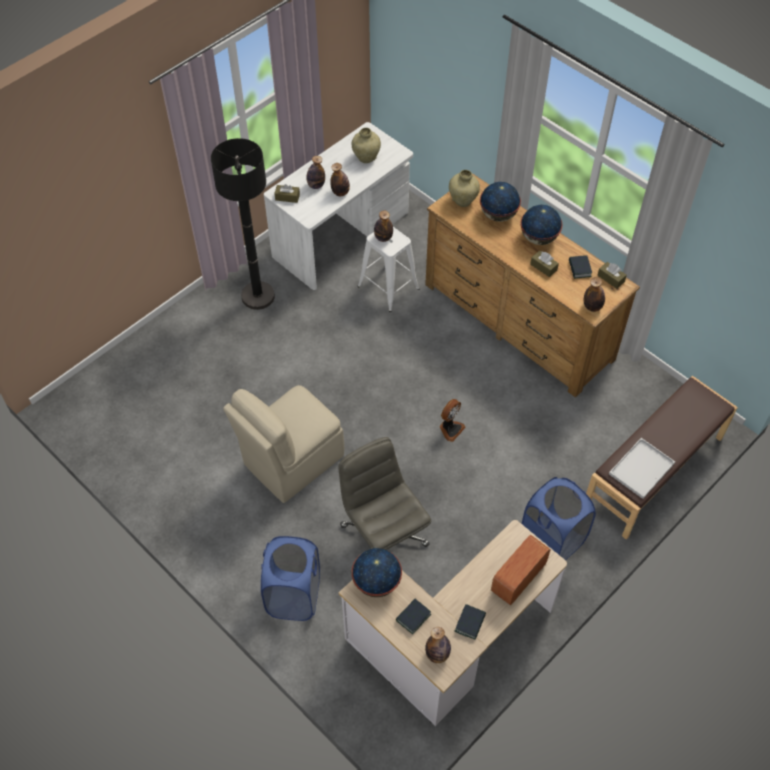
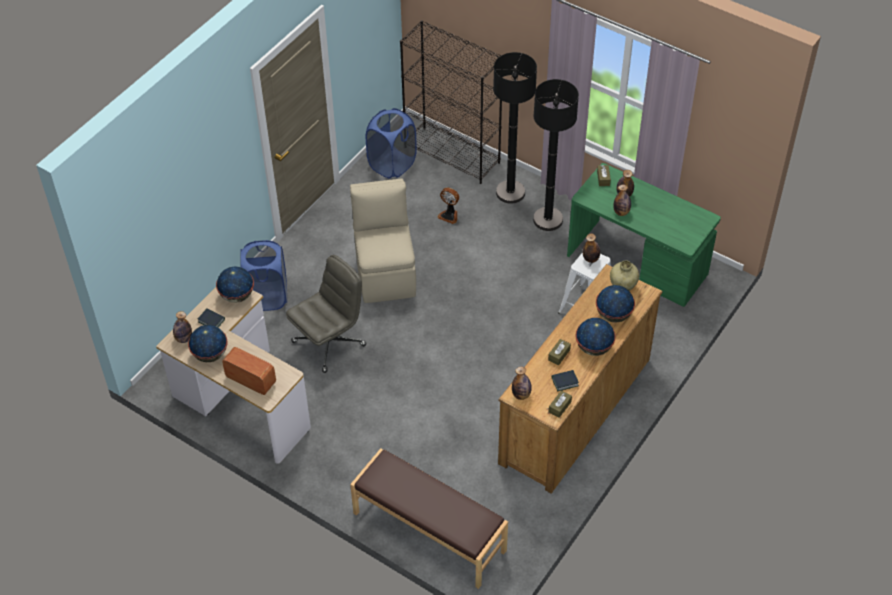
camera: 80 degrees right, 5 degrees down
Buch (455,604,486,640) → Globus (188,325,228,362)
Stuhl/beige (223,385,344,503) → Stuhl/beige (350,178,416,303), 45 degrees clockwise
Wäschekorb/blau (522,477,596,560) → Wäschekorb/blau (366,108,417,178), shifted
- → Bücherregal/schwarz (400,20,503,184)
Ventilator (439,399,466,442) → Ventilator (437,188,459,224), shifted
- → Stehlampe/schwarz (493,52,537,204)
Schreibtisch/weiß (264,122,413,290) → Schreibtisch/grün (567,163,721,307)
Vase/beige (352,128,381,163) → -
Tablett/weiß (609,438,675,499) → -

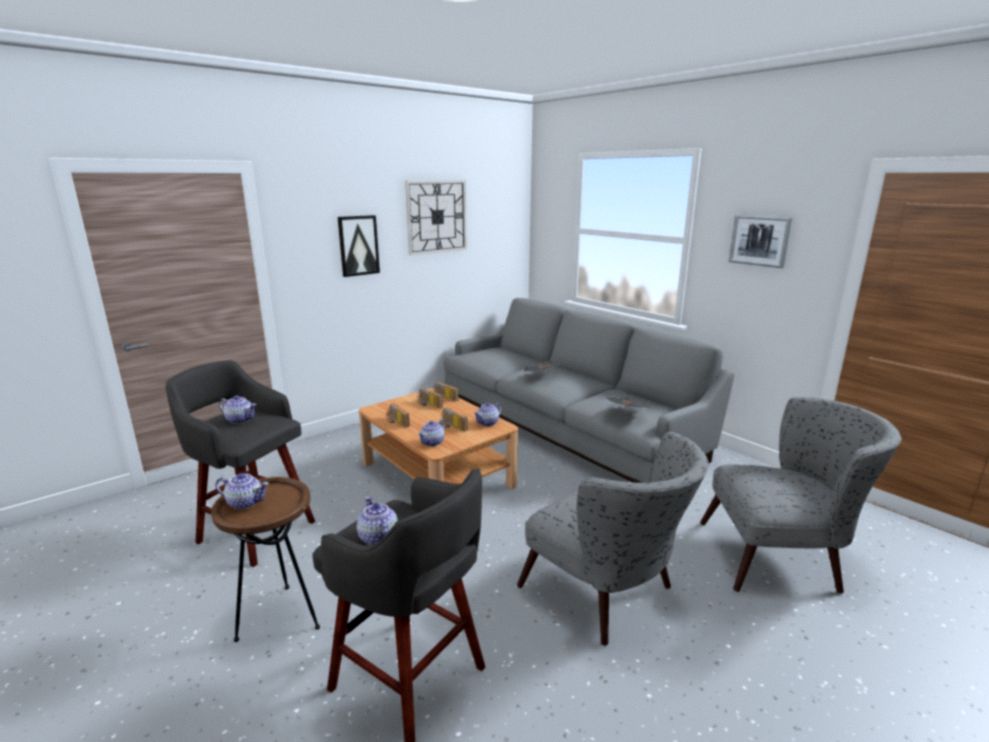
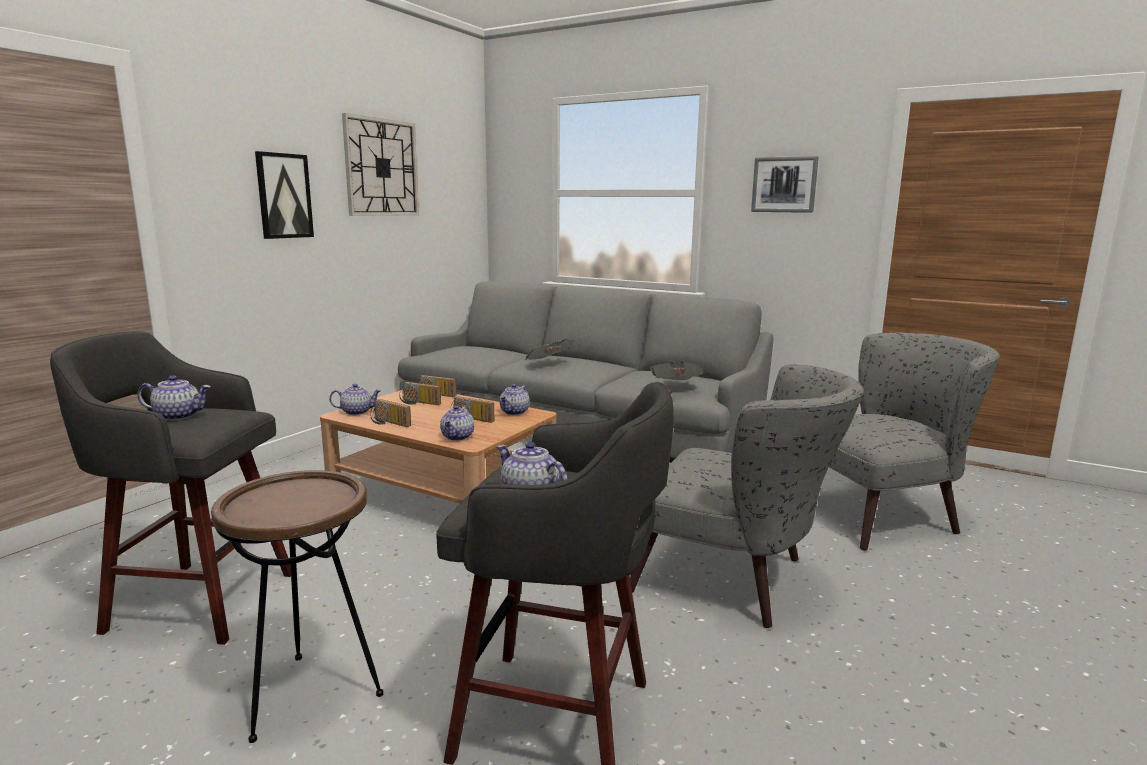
camera: 20 degrees left, 5 degrees down
Teekanne (215,473,269,510) → Teekanne (329,384,381,415), shifted

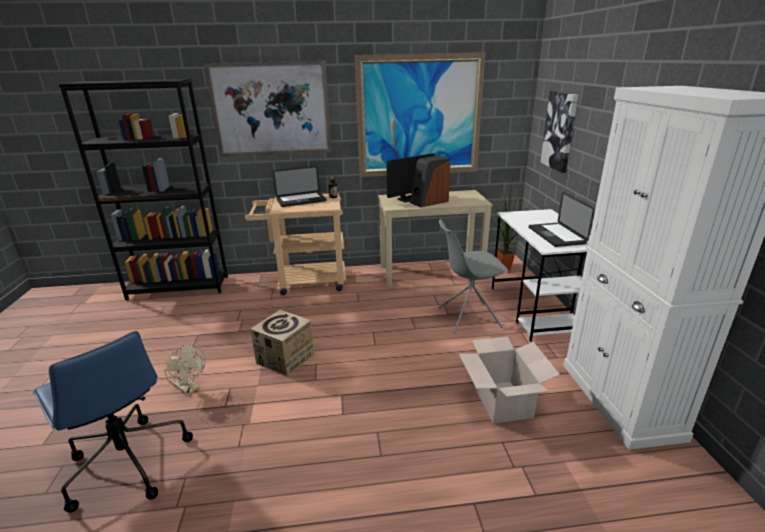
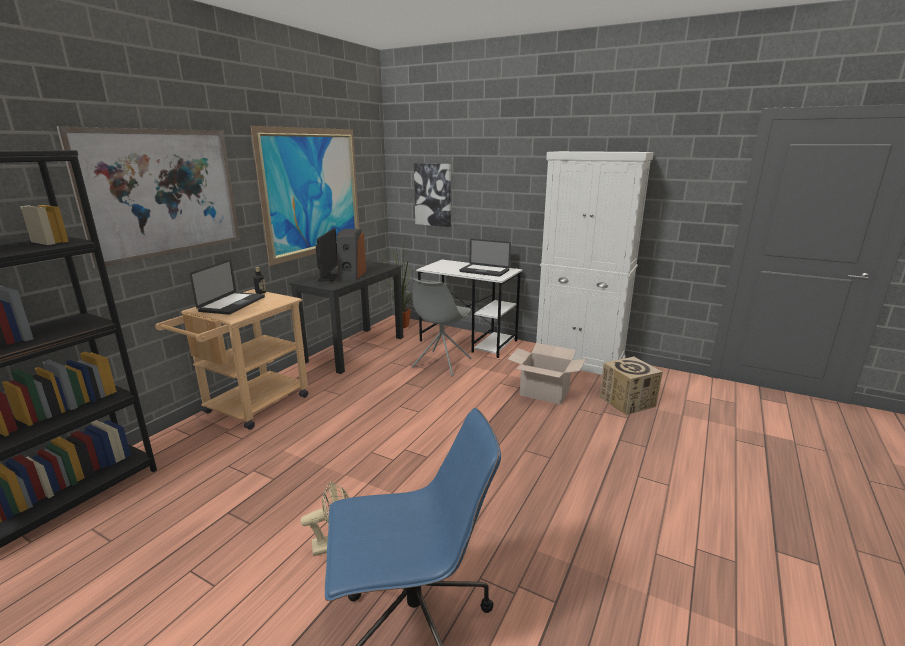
camera: 55 degrees left, 5 degrees down
Schreibtisch/beige (378,190,493,286) → Schreibtisch/schwarz (289,261,403,374)
Karton (250,310,315,376) → Karton (600,357,663,415), shifted

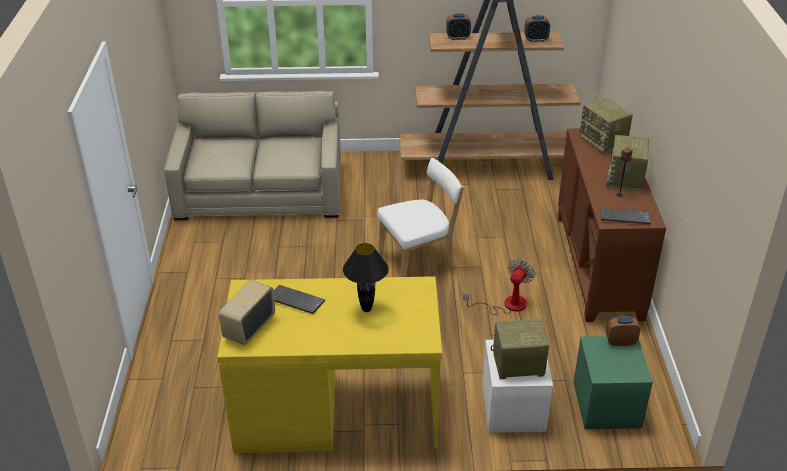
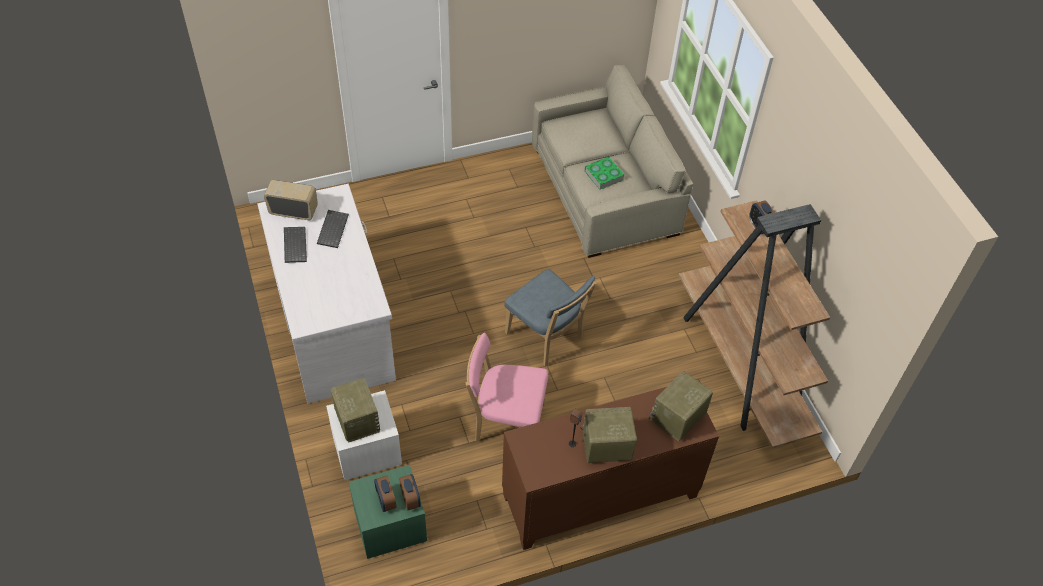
camera: 70 degrees right, 15 degrees up
Schreibtisch/gelb (217,276,442,453) → Schreibtisch/weiß (258,184,396,404)
Tastatur (600,208,651,224) → Tastatur (284,227,307,263), shifted
Wecker (524,15,550,42) → Wecker (374,476,397,512), shifted
Ventilator (463,259,535,315) → Stuhl/rosa (465,333,548,442)
Stuhl/weiß (377,158,464,277) → Stuhl/blau (504,269,597,366)
- → Buch (584,157,625,190)
Tischlampe/schwarz (343,243,389,312) → -

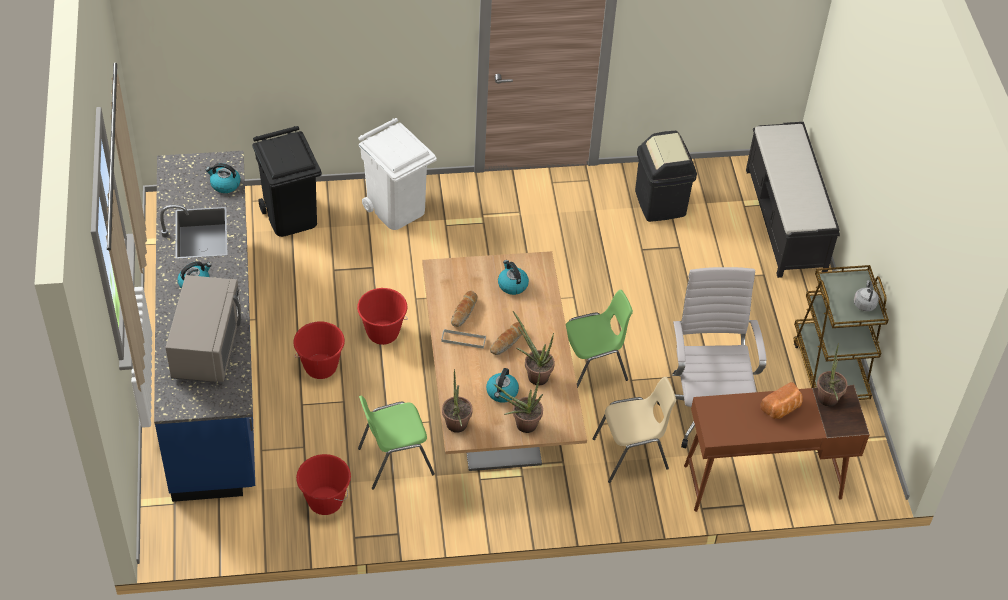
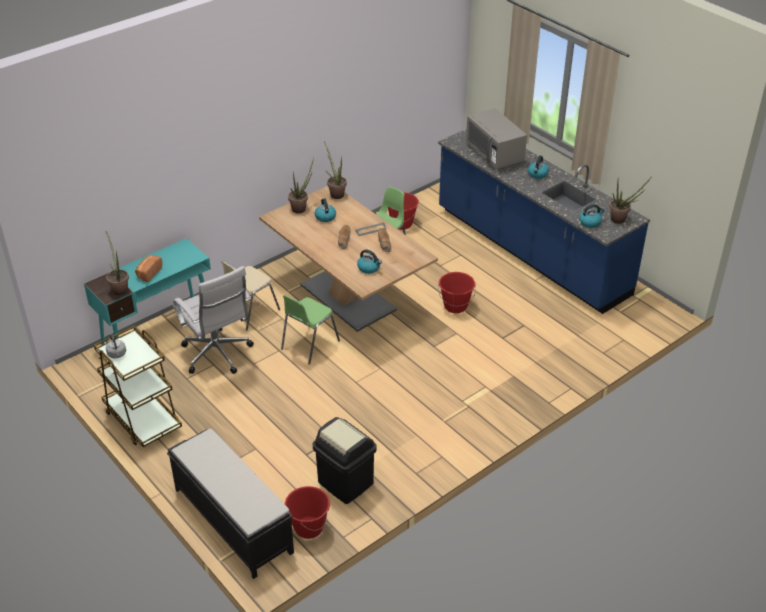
camera: 150 degrees right, 10 degrees down
Schreibtisch/braun (684,385,870,512) → Schreibtisch/türkis (84,238,211,345)
Eimer/rot (294,321,345,379) → Eimer/rot (285,486,330,539), shifted
Topfpflanze (513,311,555,385) → Topfpflanze (610,176,652,224), shifted
Mülleimer/schwarz (252,126,322,237) → -
Mülleimer/weiß (358,118,437,230) → -

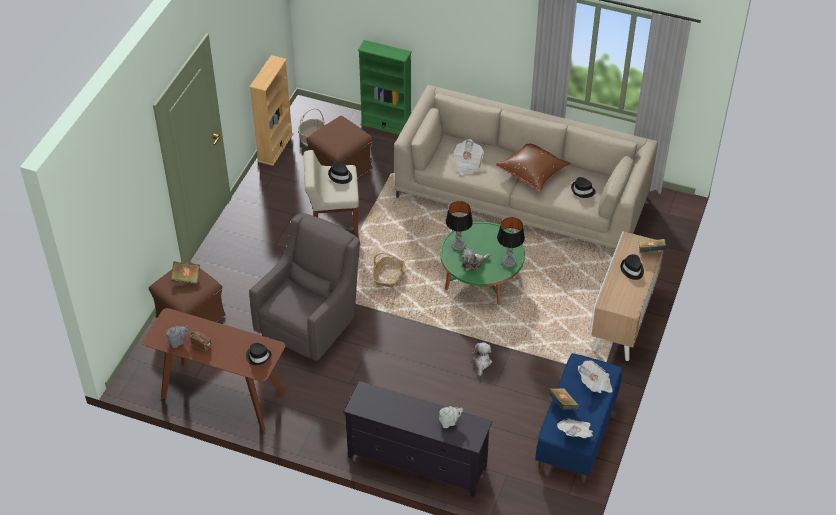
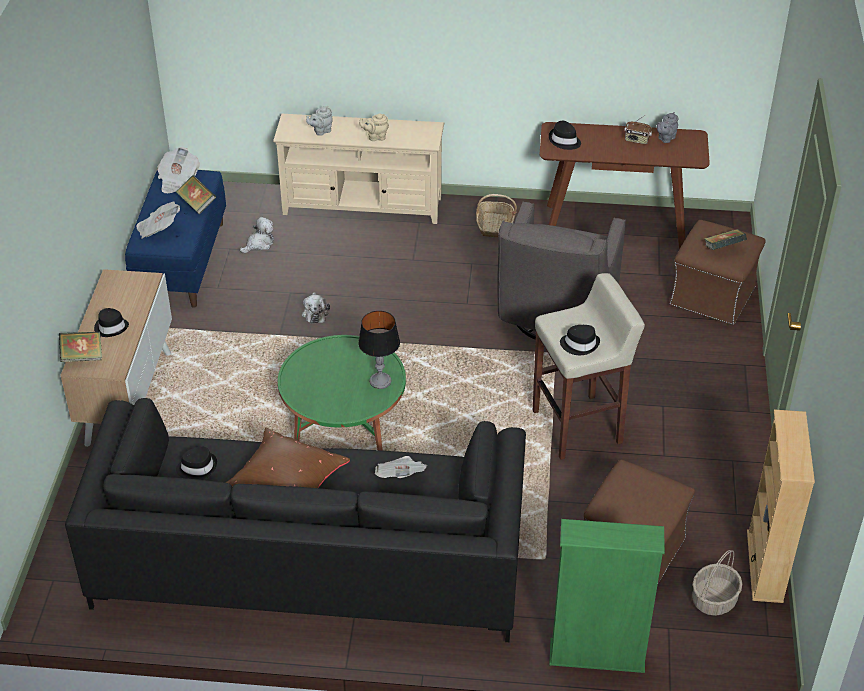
camera: 165 degrees right, 5 degrees down
Sofa/beige (394,85,658,249) → Sofa/schwarz (65,398,526,642)
Plüschtier (462,248,490,271) → Plüschtier (240,217,274,253), shifted
Fernsehschrank/schwarz (343,381,492,497) → Fernsehschrank/beige (273,114,444,224)
- → Teekanne/beige (359,113,389,141)
Korb (372,252,405,288) → Korb (476,194,517,237), shifted
Tischlampe (497,217,525,267) → -

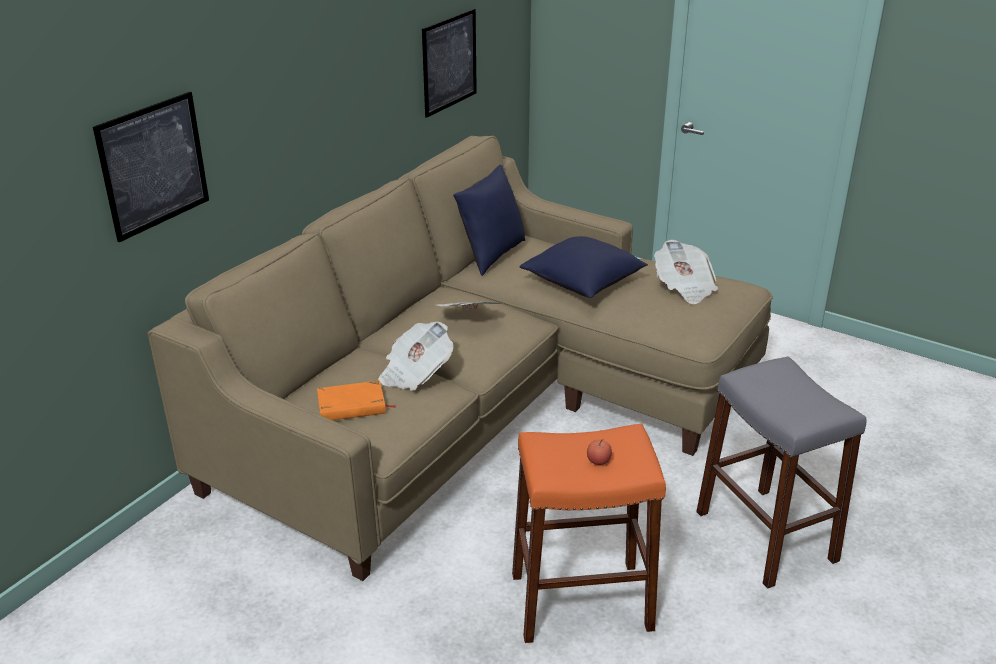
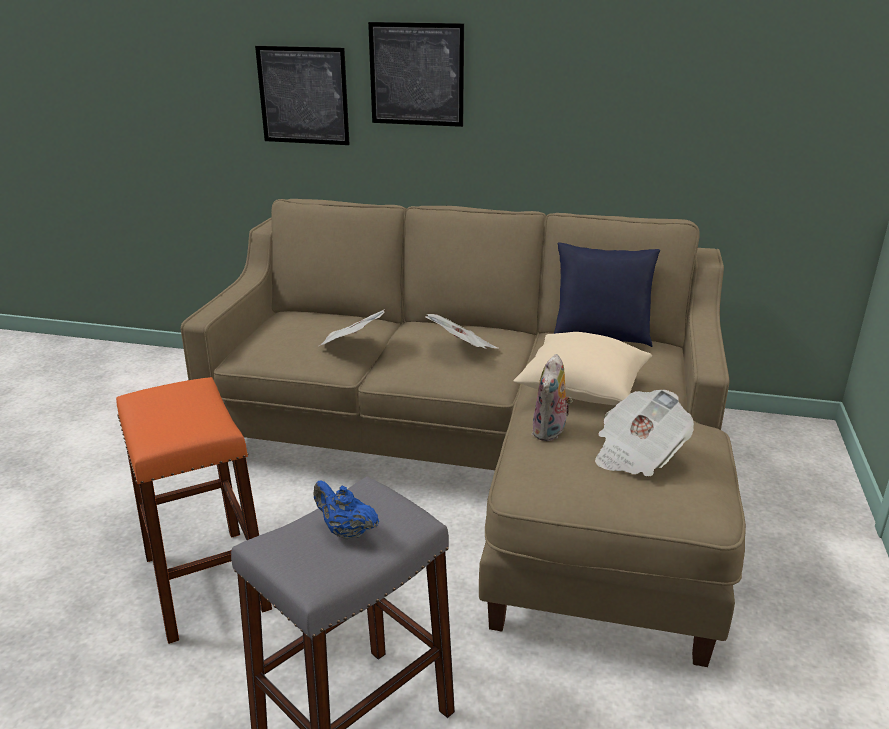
camera: 70 degrees right, 5 degrees down
- → Teekanne/blau (314,480,379,540)
Bild (422,9,477,118) → Bild (368,22,464,127), shifted
Kissen/blau (520,236,648,298) → Kissen/beige (514,332,652,405)
- → Plüschtier (532,354,573,441)
Buch/orange (317,380,395,420) → -
Apfel (587,439,612,465) → -

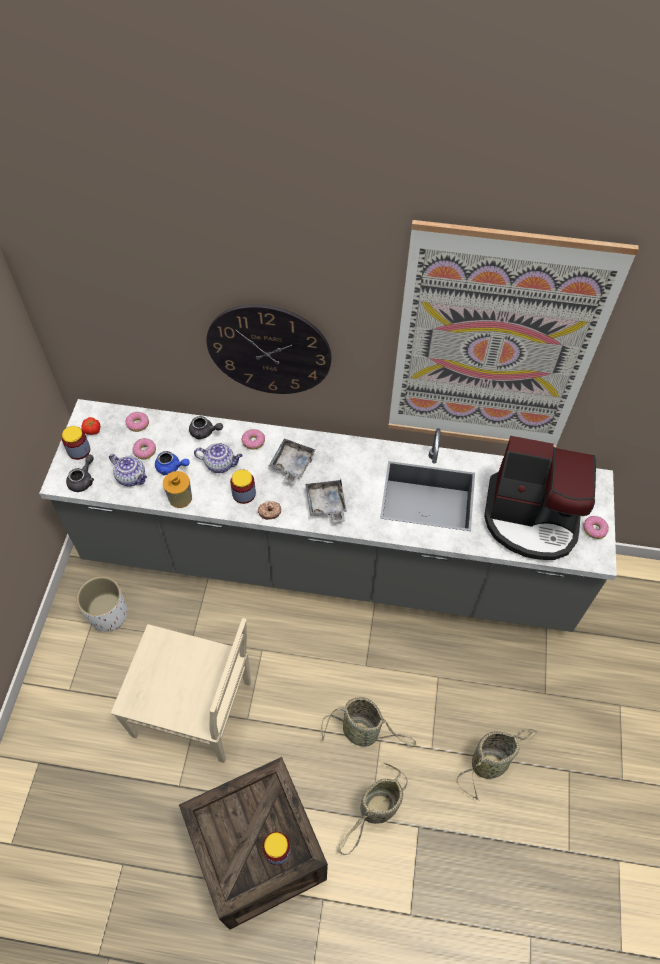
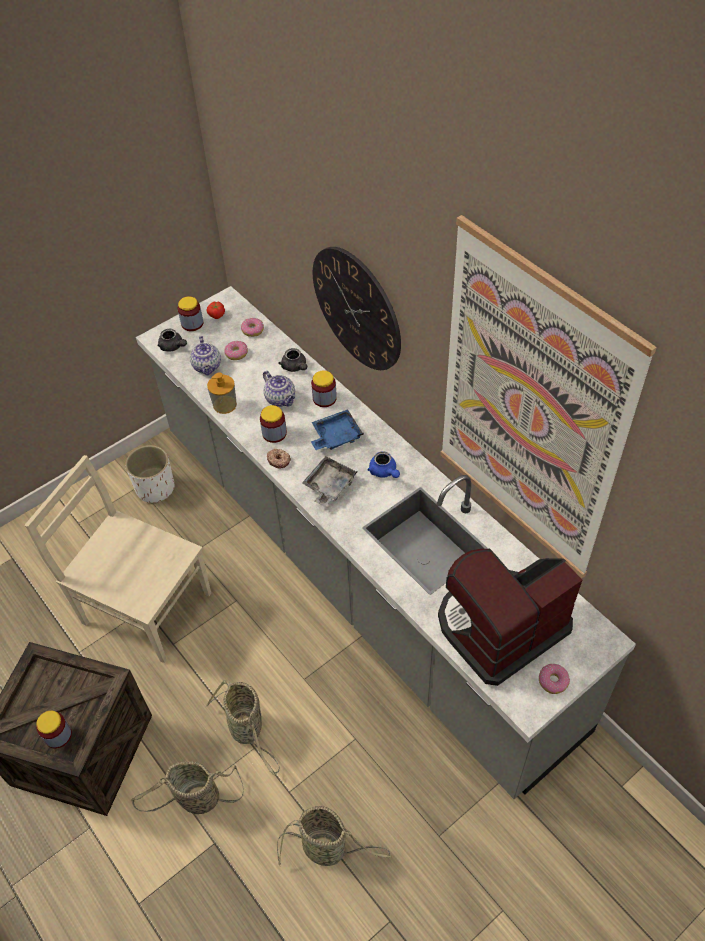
camera: 45 degrees right, 5 degrees down
Stuhl/beige (111,618,251,763) → Stuhl/beige (25,455,211,663), 150 degrees clockwise
Teekanne/grau (66,454,94,492) → Teekanne/grau (157,329,187,351), 60 degrees clockwise
Donut (241,429,265,450) → Vorratsglas (311,371,337,407)
Tablett/grau (269,438,315,485) → Tablett/blau (311,409,364,450)
Teekanne/blau (155,451,190,475) → Teekanne/blau (368,451,400,478), shifted
Kaffeemaschine (484,436,596,560) → Kaffeemaschine (438,548,582,686), 90 degrees clockwise

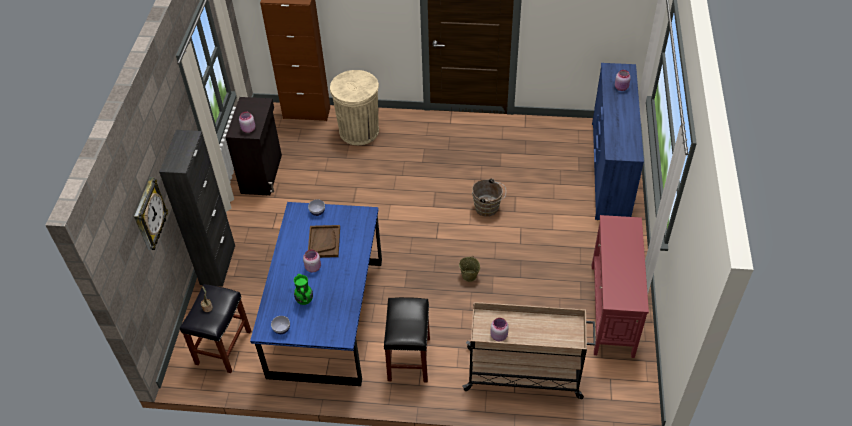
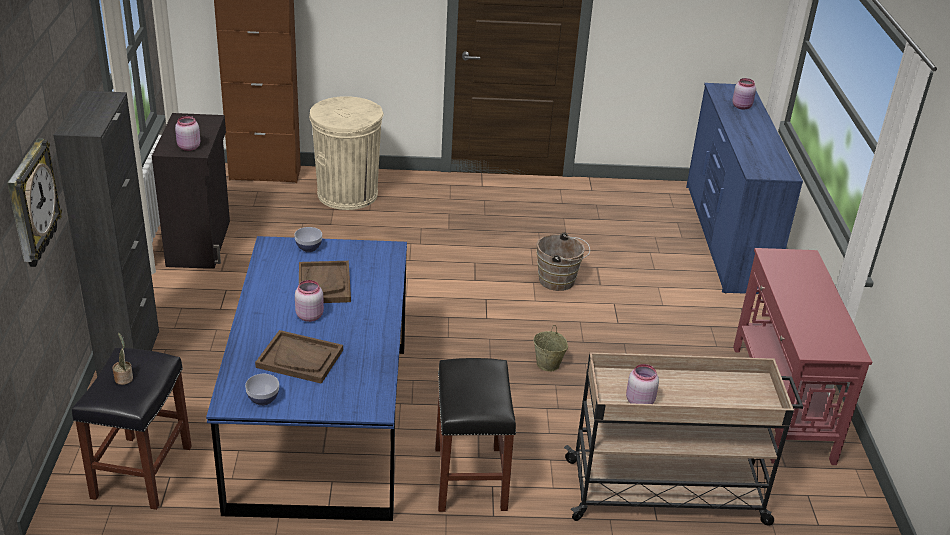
camera: 10 degrees left, 15 degrees down
Vase/grün (294,274,313,305) → Tablett/braun (255,330,343,384)

